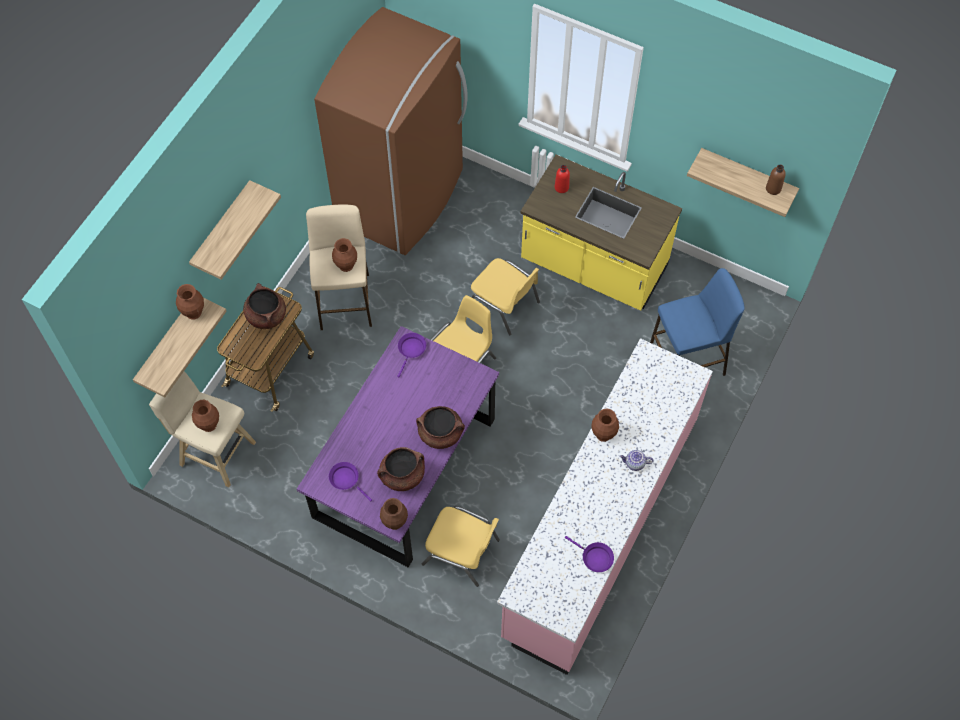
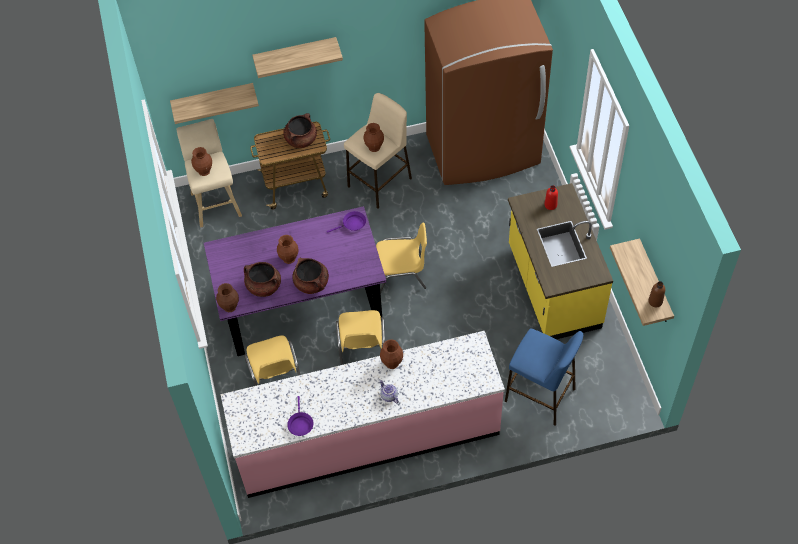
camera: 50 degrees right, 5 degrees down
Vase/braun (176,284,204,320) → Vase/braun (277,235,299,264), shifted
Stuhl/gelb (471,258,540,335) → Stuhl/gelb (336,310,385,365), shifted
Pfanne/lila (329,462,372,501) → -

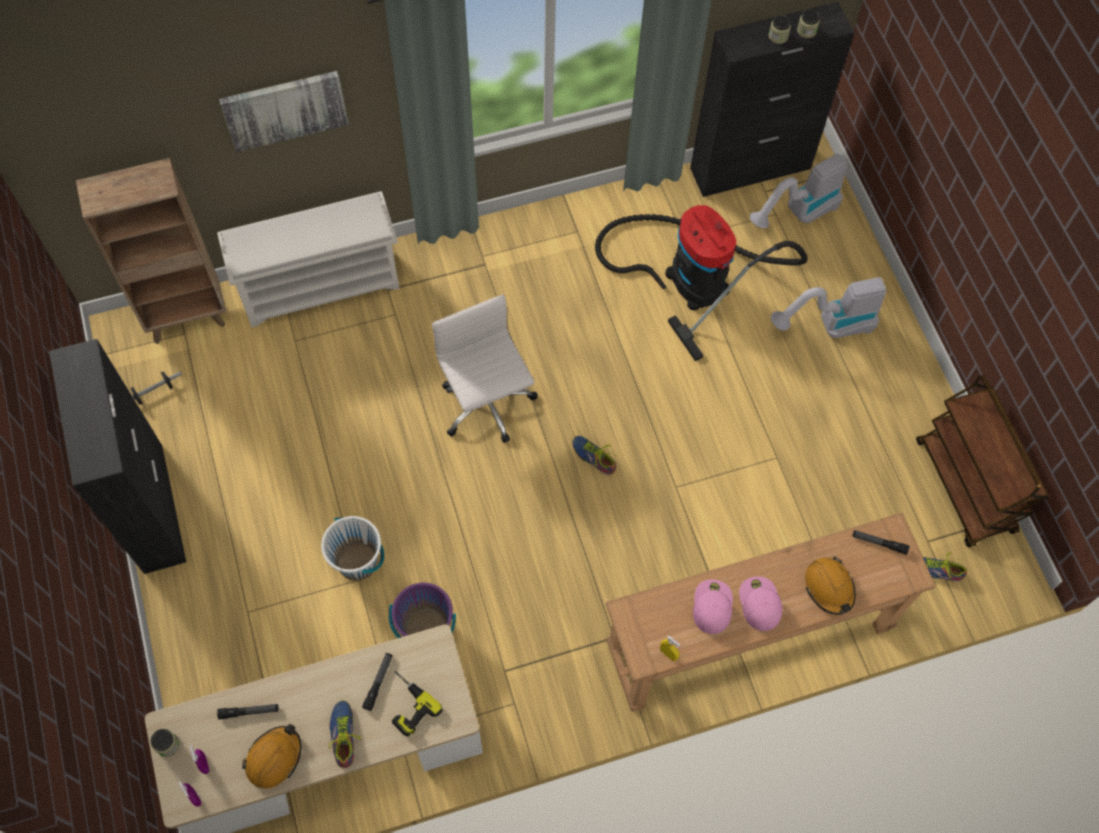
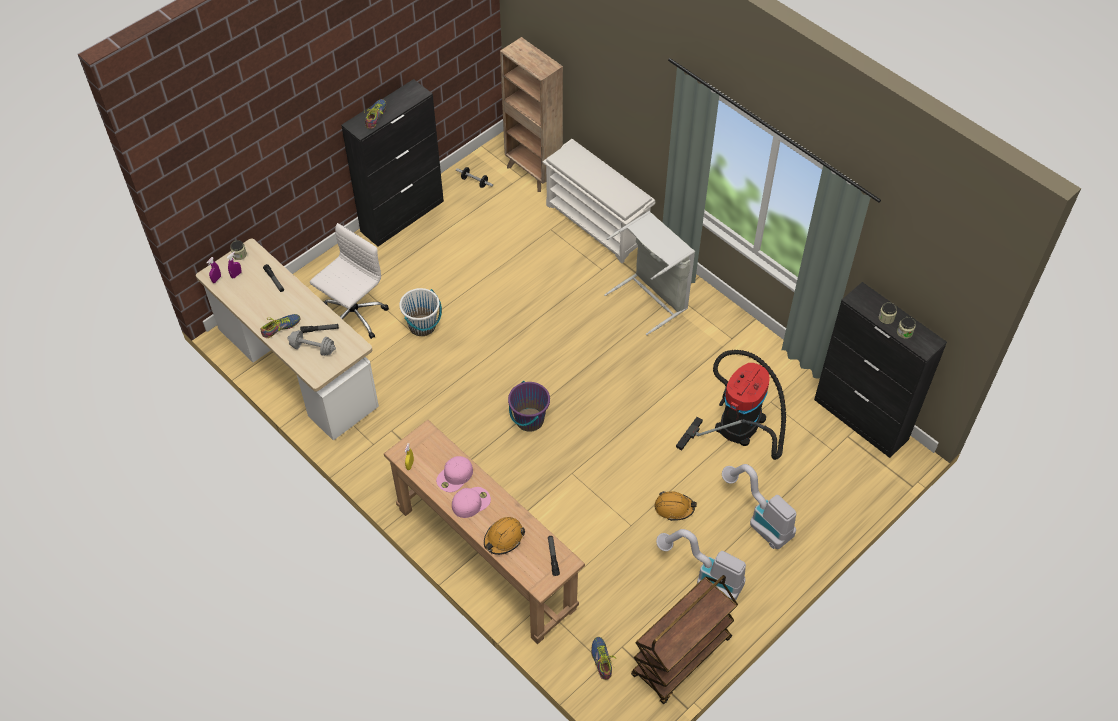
camera: 65 degrees right, 10 degrees down
Bohrmaschine (392,671,443,737) → Hantel/grau (287,330,336,356)
Bürostuhl/weiß (432,294,538,443) → Bürostuhl/weiß (310,223,389,339), shifted
Schuh (572,436,616,475) → Schuh (364,99,386,129), shifted
Kappe/rosa (693,579,733,634) → Kappe/rosa (436,456,473,492), 150 degrees clockwise
Eimer/lila (389,583,456,638) → Eimer/lila (508,381,550,432), shifted
- → Wäschekorb/grau (604,211,695,335)
Schutzhelm/orange (242,724,302,788) → Schutzhelm/orange (655,491,697,521), shifted
Staubsauger (750,154,847,228) → Staubsauger (656,529,746,602), shifted
Bild (219,71,348,152) → -

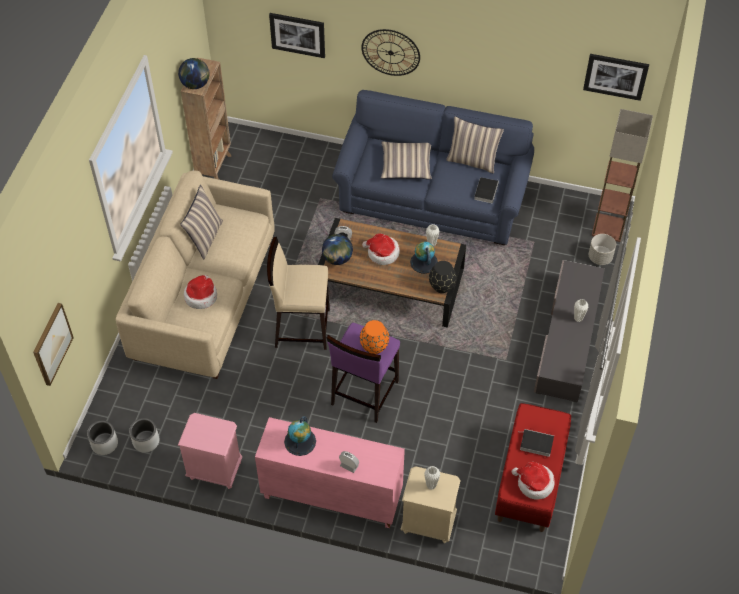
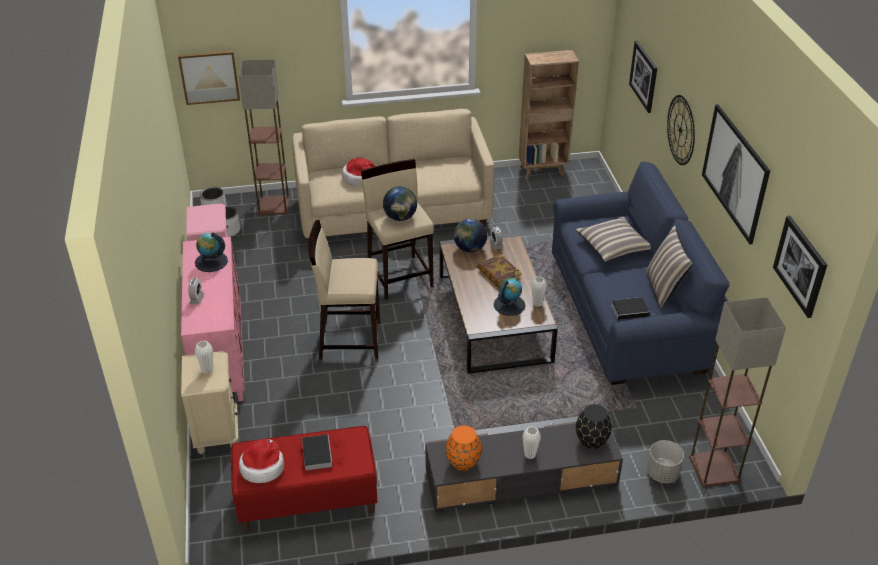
camera: 65 degrees right, 15 degrees down
- → Stehlampe (238,60,290,215)
Hocker/lila (327,322,400,423) → Hocker/beige (308,220,380,359)
Globus (178,58,210,89) → Globus (383,187,417,221), shifted
Vase/orange (360,320,389,354) → Vase/orange (445,425,482,471), shifted
Hut (362,233,400,265) → Buch (477,254,522,288)
Vase/schwarz (429,261,456,293) → Vase/schwarz (576,404,612,449), shifted
- → Bild (702,104,770,245)
Kissen (180,185,223,259) → -

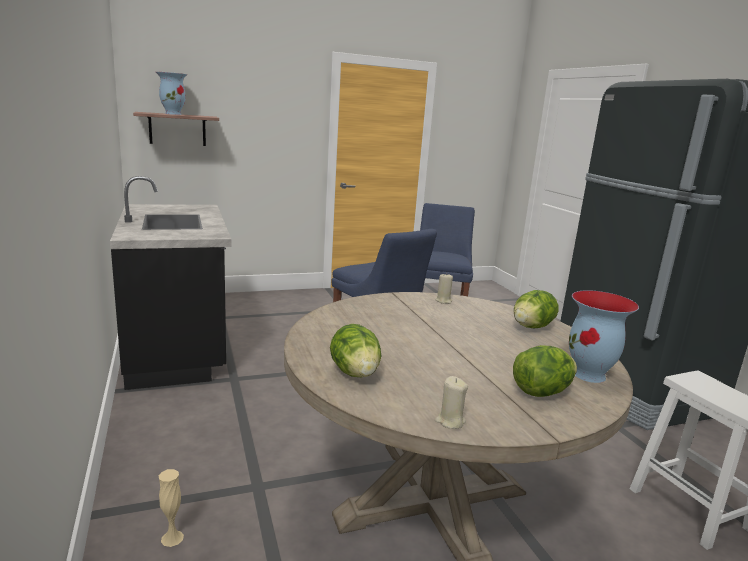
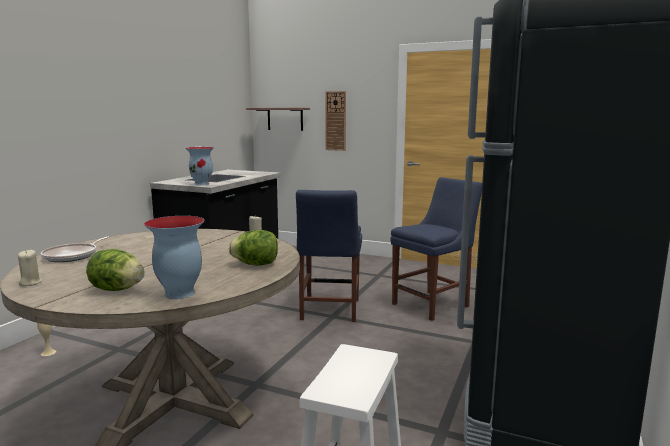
camera: 45 degrees right, 5 degrees down
Salatkopf (330,324,381,377) → Pfanne (41,237,110,262)
Vase (156,72,187,115) → Vase (185,147,214,185), shifted
- → Wanduhr (325,91,346,151)

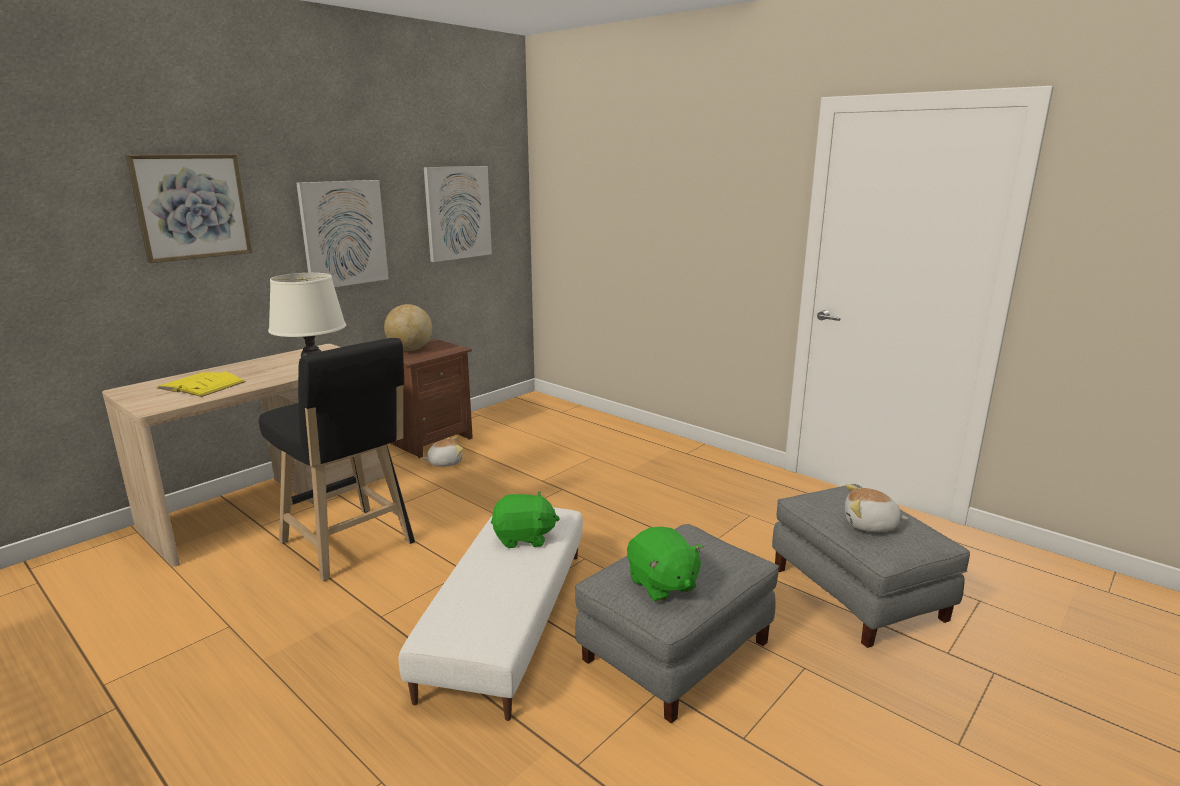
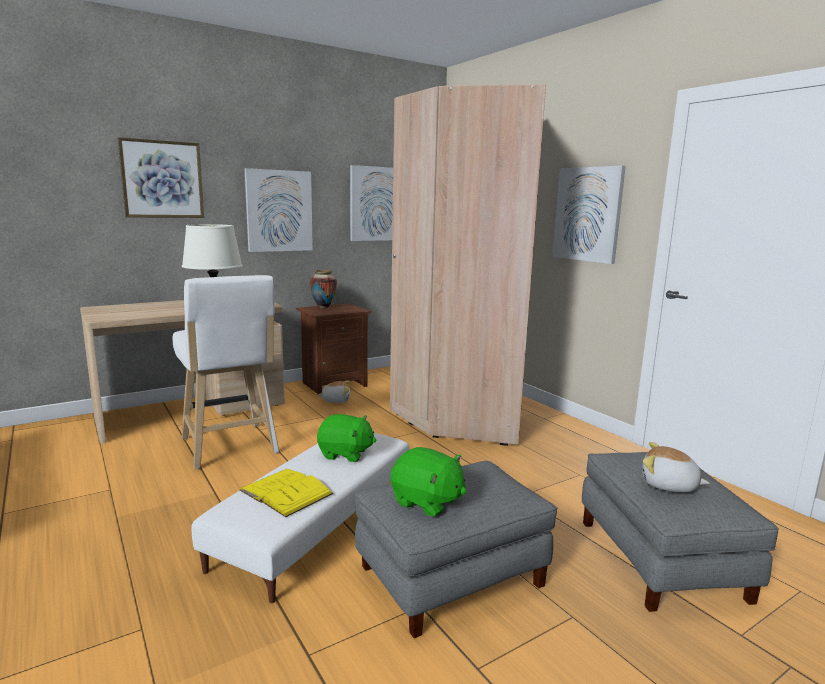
camera: 15 degrees right, 5 degrees down
Hocker/schwarz (259,338,415,581) → Hocker/weiß (173,275,279,469)
Buch/gelb (157,372,246,397) → Buch/gelb (240,469,333,517), shifted
Globus (384,304,432,351) → Vase (310,270,337,309)
- → Kleiderschrank/beige (390,84,546,446)
Plüschtier/grün (627,527,704,602) → Plüschtier/grün (391,447,466,517), 45 degrees counterclockwise
- → Bild (552,166,626,264)

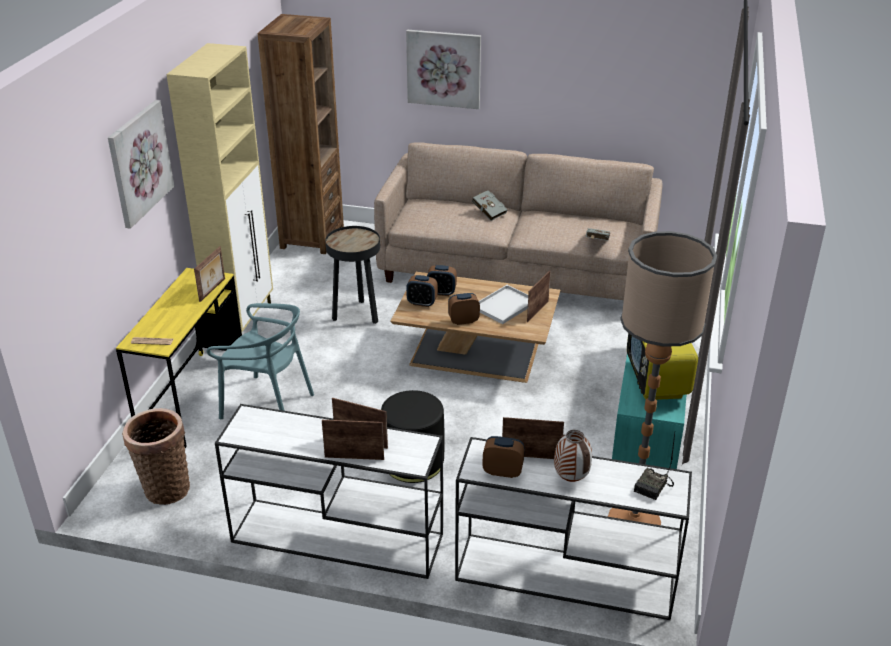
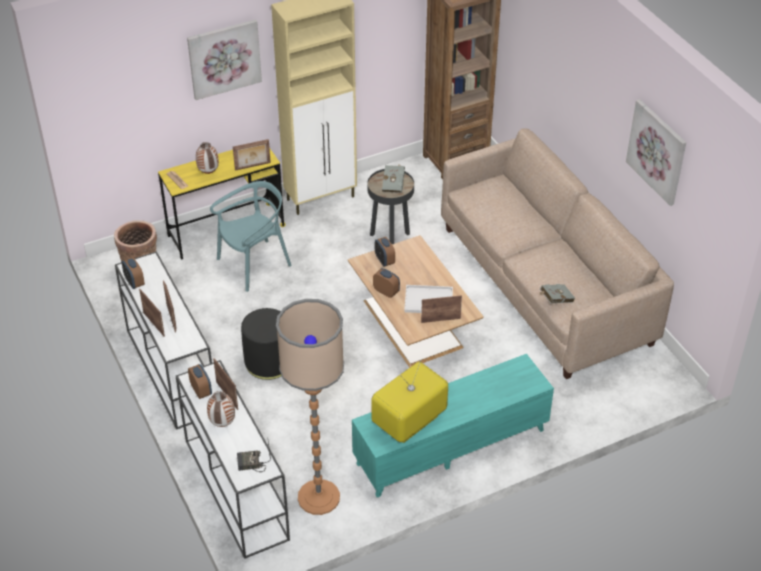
camera: 50 degrees right, 10 degrees up
Wecker (427,265,457,296) → Wecker (122,257,145,289), shifted
- → Vase (196,142,219,174)
Stuhl/türkis (207,303,314,419) → Stuhl/türkis (210,181,292,292), 105 degrees counterclockwise
Buch/grau (472,190,507,221) → Buch/grau (382,164,405,193), shifted
Bild (406,30,481,109) → Bild (626,99,686,206), shifted

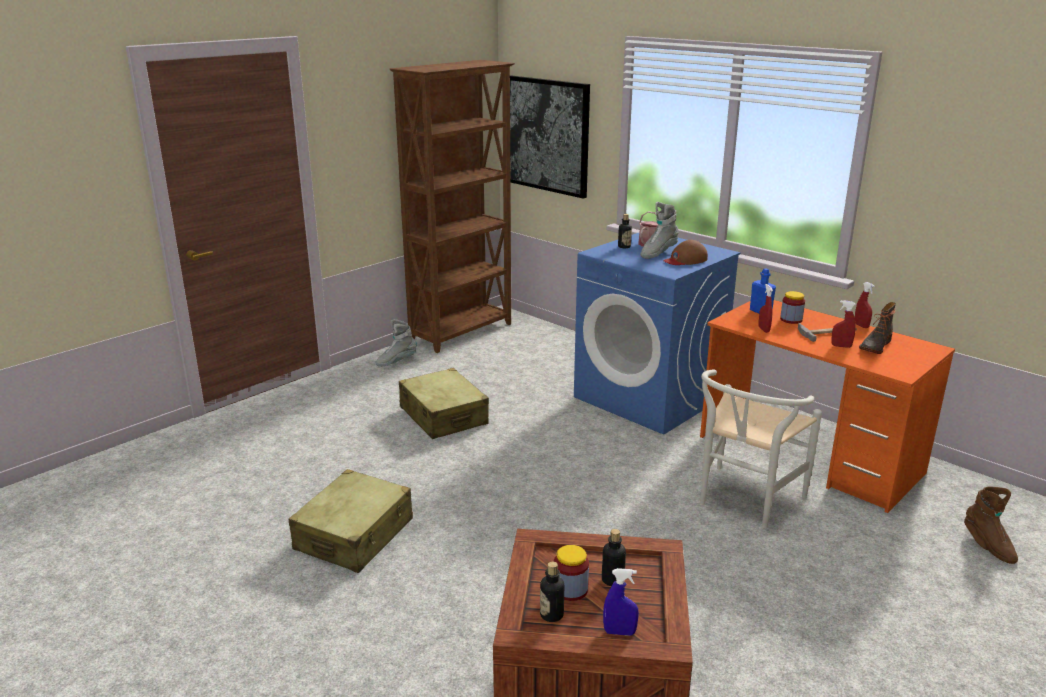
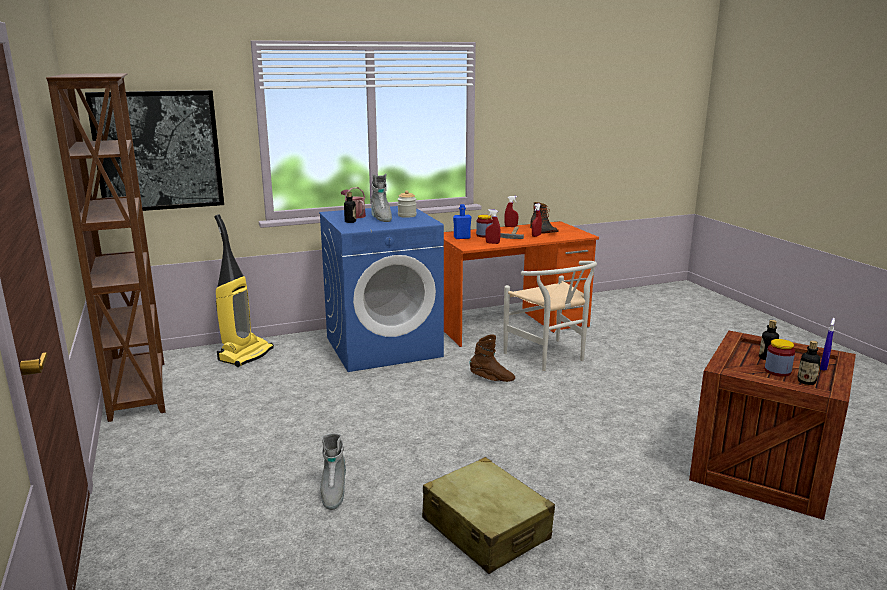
camera: 65 degrees left, 5 degrees down
- → Staubsauger (214,214,274,367)
Stiefel/grau (375,319,417,367) → Stiefel/grau (320,433,346,510), shifted
Kappe/braun (663,240,708,265) → Vorratsglas (397,190,417,218)
Stiefel/braun (964,486,1018,564) → Stiefel/braun (469,334,515,382), shifted
Koffer/beige (399,368,489,439) → -

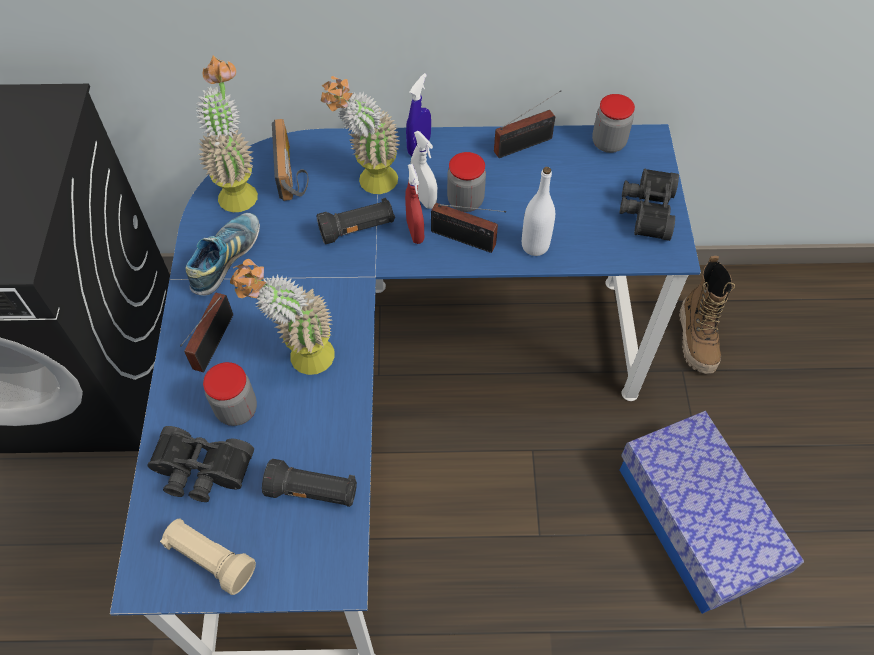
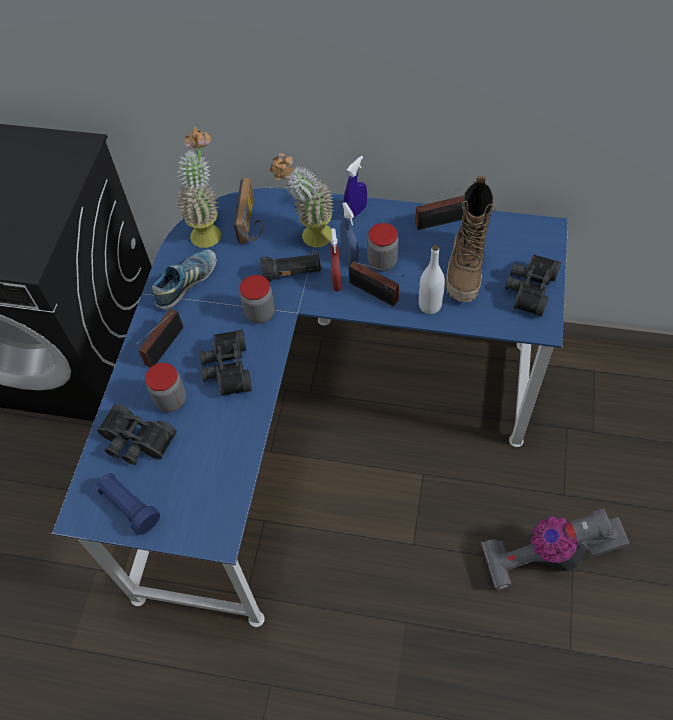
camera: 15 degrees right, 0 degrees up
Taschenlampe/beige (160,519,256,595) → Taschenlampe/blau (95,473,160,535)
Topfpflanze (230,259,335,375) → Fernglas/schwarz (200,330,252,396)
Vorratsglas (592,94,635,153) → Vorratsglas (240,275,275,323), shifted
Sprühflasche/weiß (410,131,437,209) → Sprühflasche/blau (340,202,359,264)
Stiefel (679,256,735,374) → Stiefel (446,176,495,302), shifted
Aufbewahrungsbox (620,411,804,614) → Staubsauger (480,508,630,591)
Taschenlampe/schwarz (262,459,357,507) → -

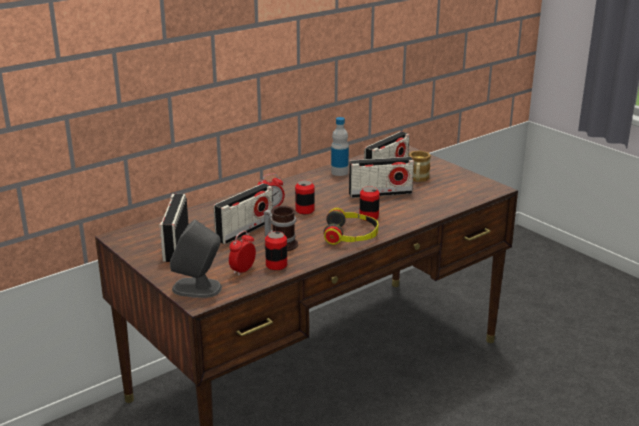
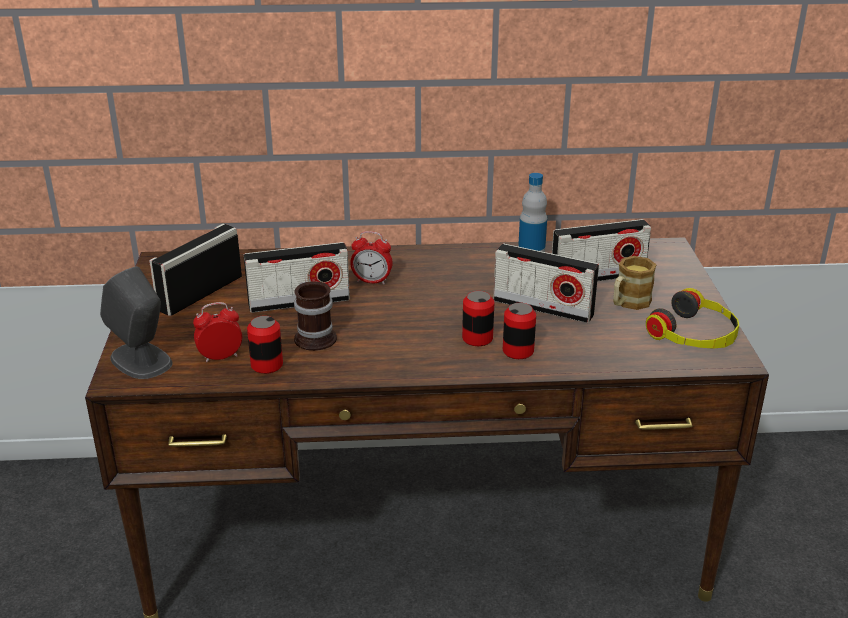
camera: 35 degrees right, 5 degrees up
Dose (295,180,315,214) → Dose (503,303,536,359), shifted
Kopfhörer (323,208,378,245) → Kopfhörer (646,288,739,349), shifted

